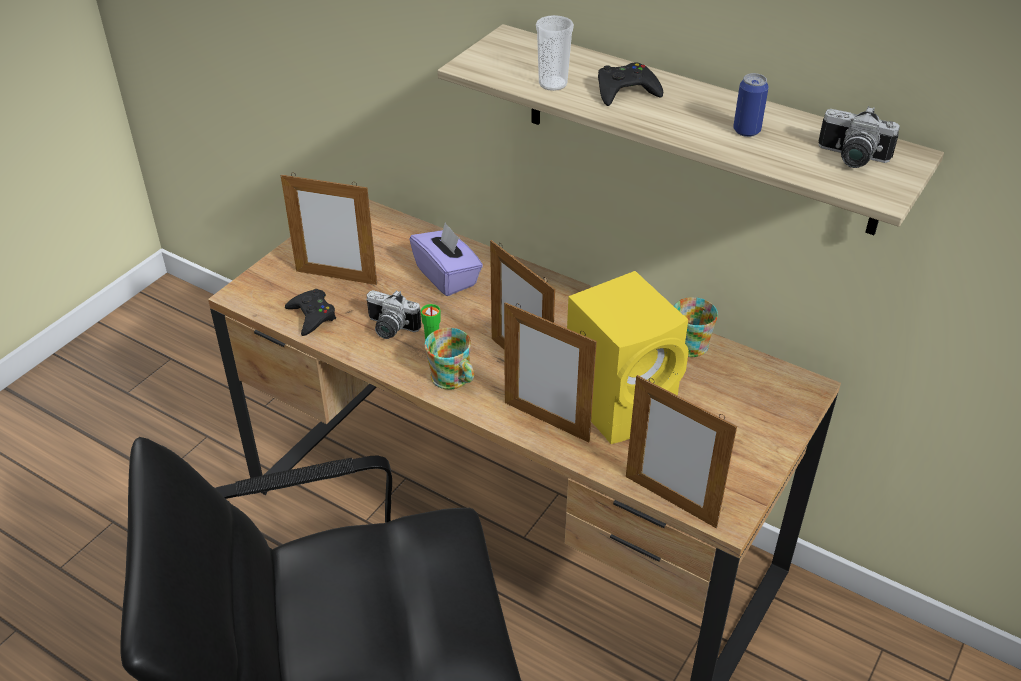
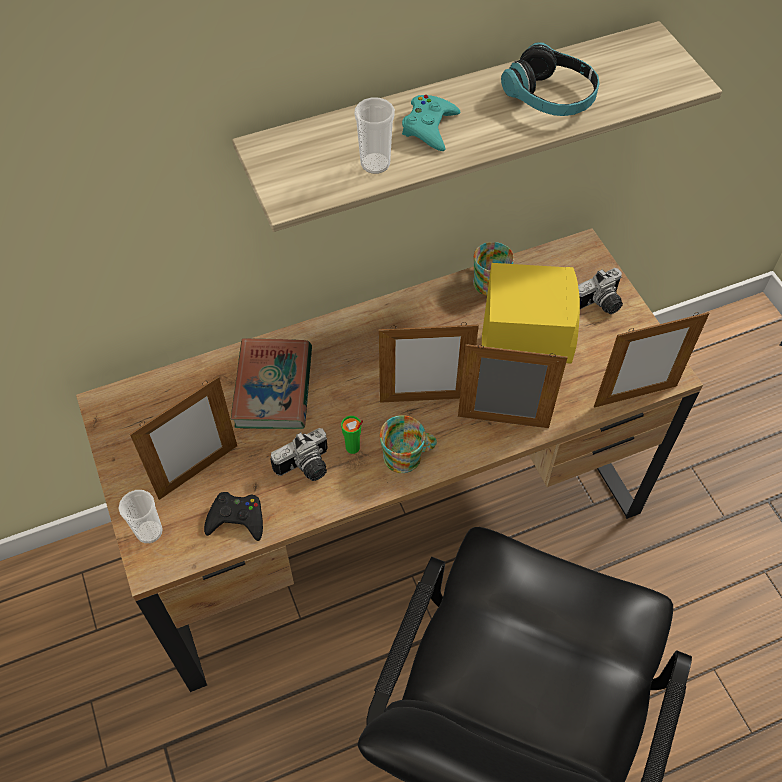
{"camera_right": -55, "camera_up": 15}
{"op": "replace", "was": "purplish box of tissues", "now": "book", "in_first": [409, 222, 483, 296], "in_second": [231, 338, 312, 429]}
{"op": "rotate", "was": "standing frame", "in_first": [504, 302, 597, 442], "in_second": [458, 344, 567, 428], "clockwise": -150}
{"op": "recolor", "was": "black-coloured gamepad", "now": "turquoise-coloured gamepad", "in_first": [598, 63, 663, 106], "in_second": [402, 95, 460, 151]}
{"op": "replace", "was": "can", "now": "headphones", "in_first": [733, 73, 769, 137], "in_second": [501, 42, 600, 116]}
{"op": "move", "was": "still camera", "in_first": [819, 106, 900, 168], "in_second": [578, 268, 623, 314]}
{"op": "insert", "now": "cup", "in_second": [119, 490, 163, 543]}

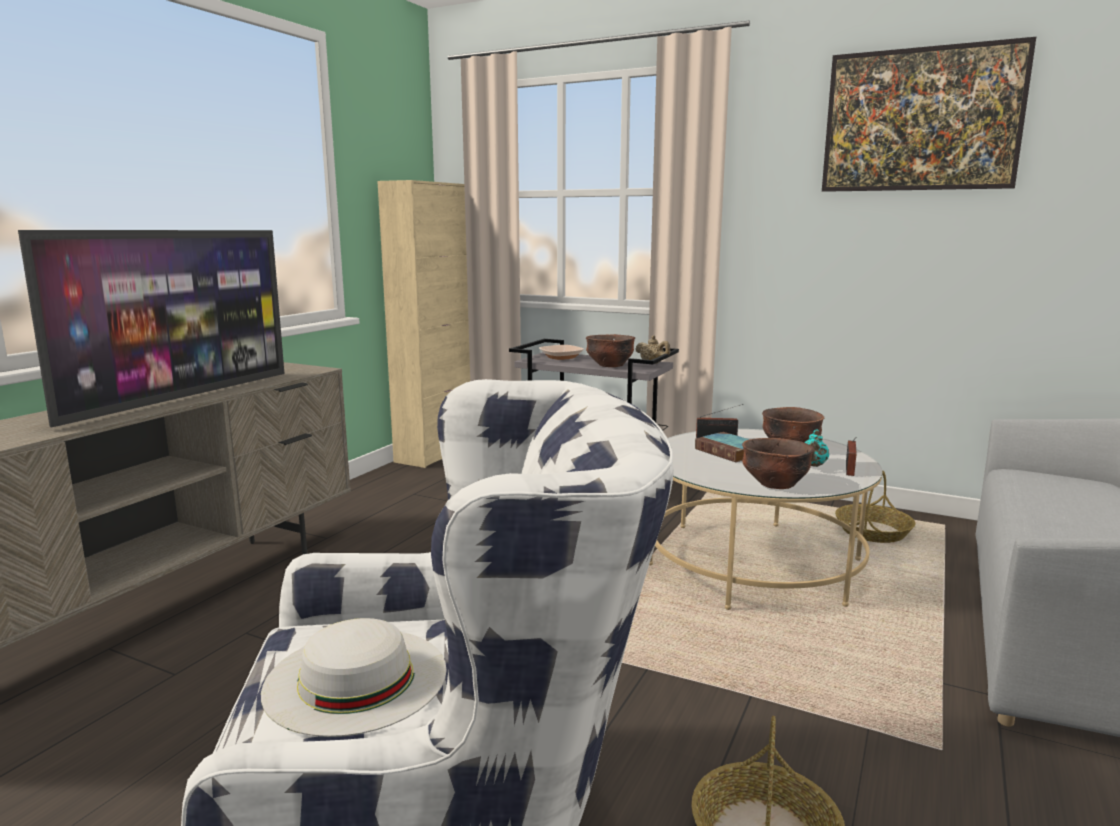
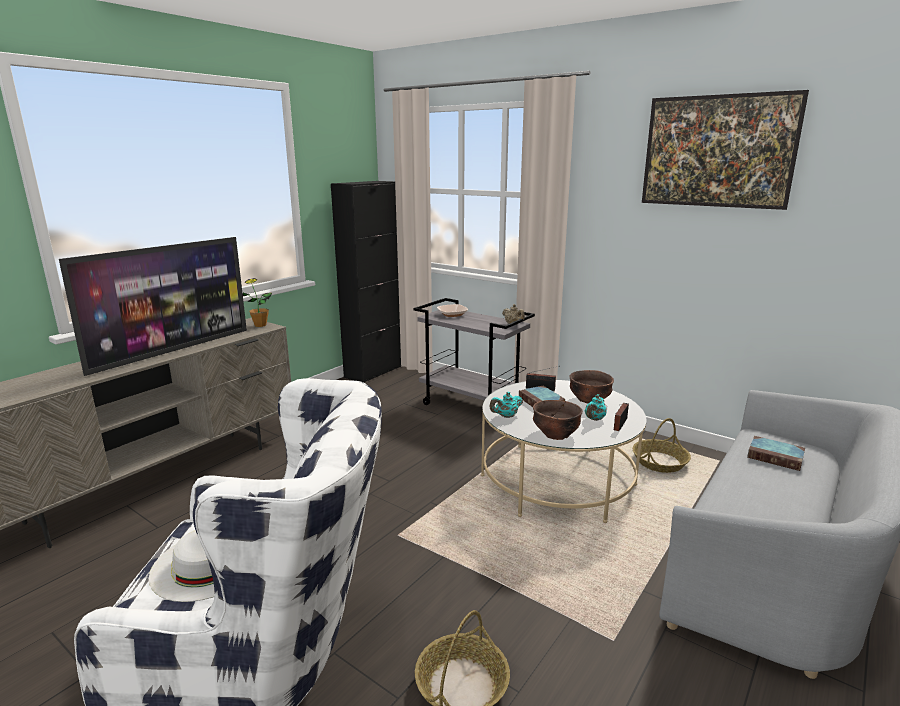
{"camera_right": 10, "camera_up": 5}
{"op": "recolor", "was": "sand-coloured cupboard", "now": "black-coloured cupboard", "in_first": [377, 180, 470, 468], "in_second": [331, 181, 401, 383]}
{"op": "delete", "was": "brown-coloured deep dish", "in_first": [586, 334, 635, 367]}
{"op": "insert", "now": "potted plant", "in_second": [243, 278, 272, 327]}
{"op": "insert", "now": "turquoise-coloured pot for tea", "in_second": [489, 392, 523, 418]}
{"op": "insert", "now": "book", "in_second": [747, 436, 805, 471]}

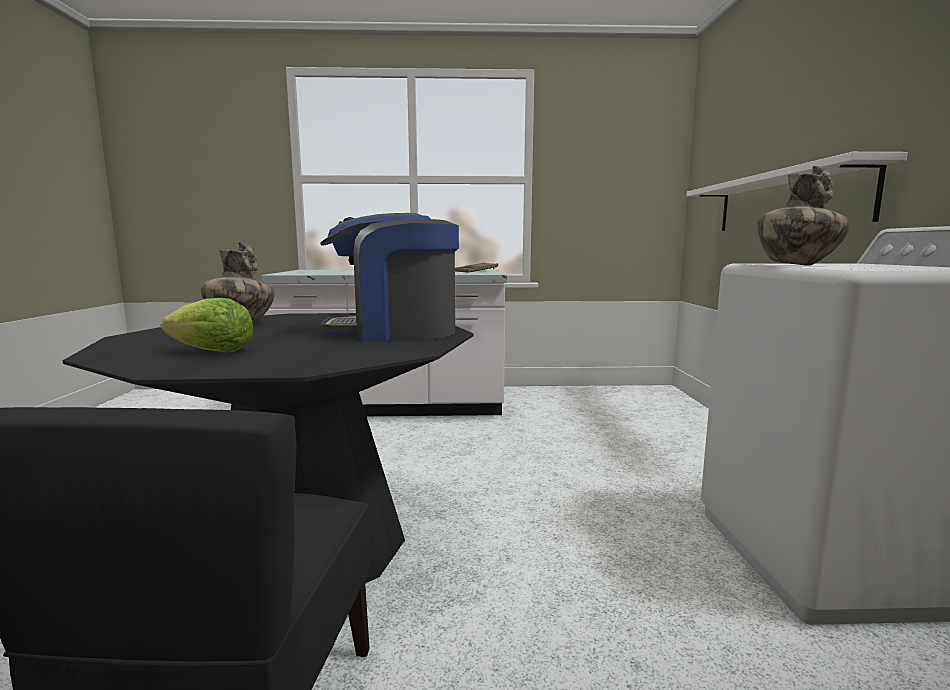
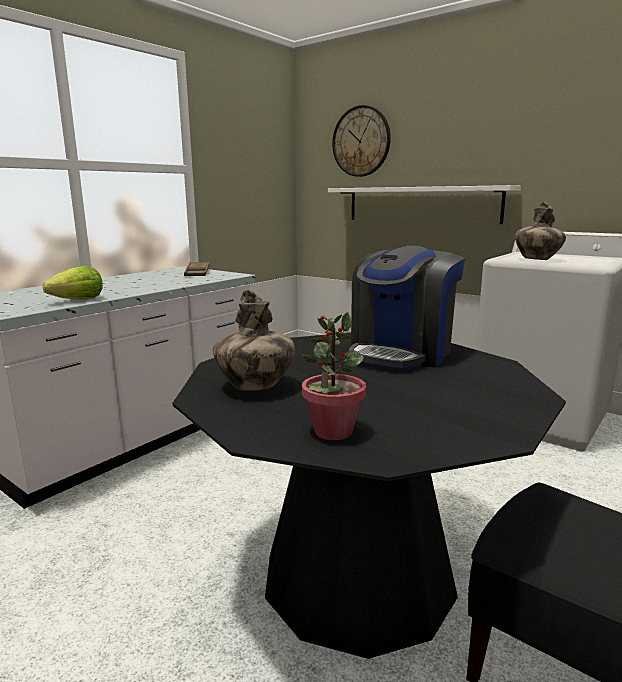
{"camera_right": -50, "camera_up": 5}
{"op": "move", "was": "head of lettuce", "in_first": [160, 298, 254, 352], "in_second": [42, 266, 103, 300]}
{"op": "insert", "now": "potted plant", "in_second": [302, 312, 366, 440]}
{"op": "insert", "now": "wall clock", "in_second": [332, 105, 391, 177]}

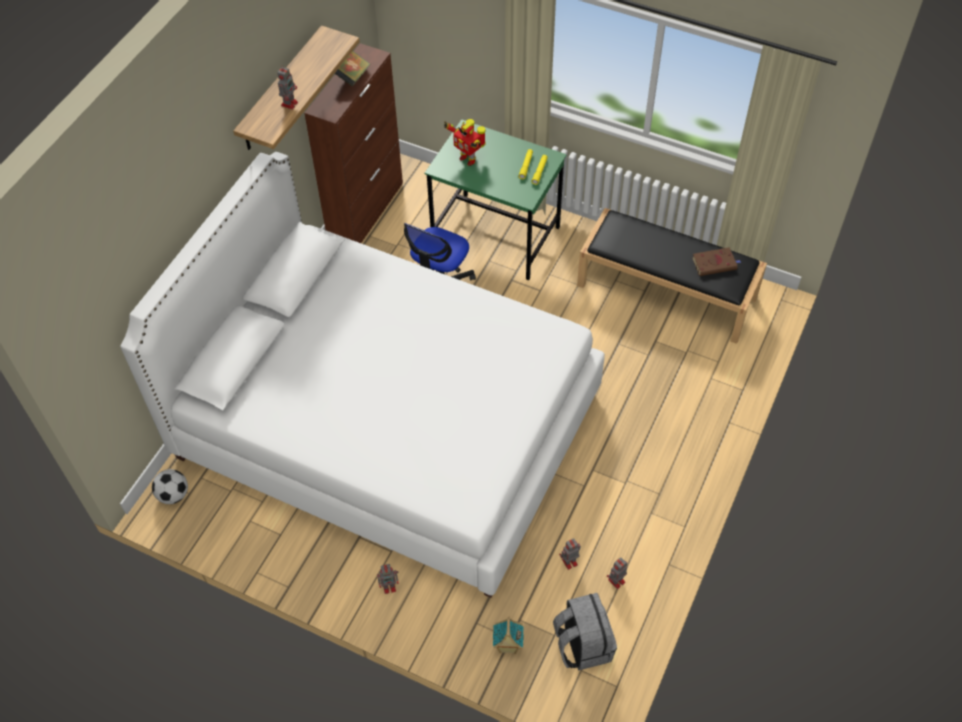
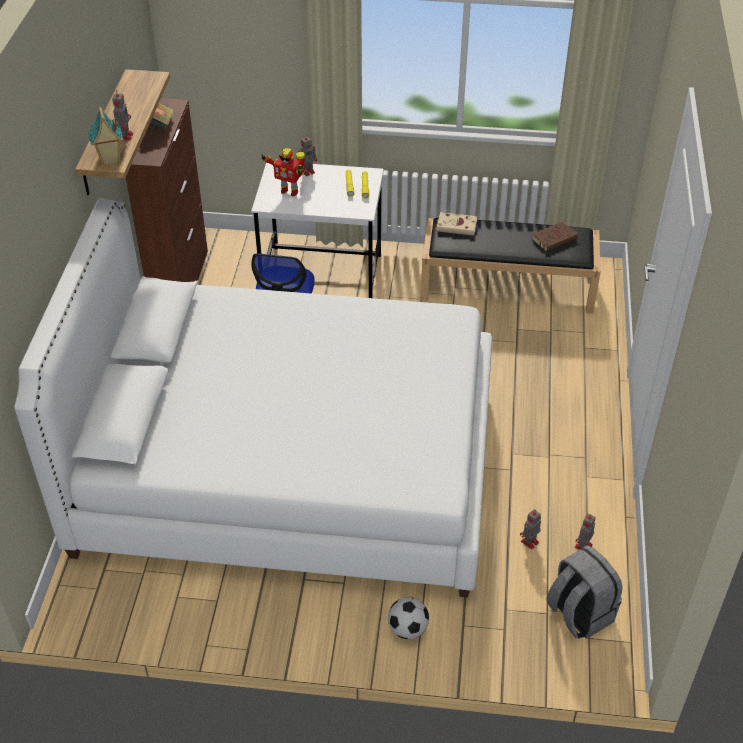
{"camera_right": -20, "camera_up": -10}
{"op": "move", "was": "football", "in_first": [152, 469, 188, 504], "in_second": [388, 597, 429, 639]}
{"op": "move", "was": "robot figure", "in_first": [377, 564, 399, 594], "in_second": [298, 135, 317, 176]}
{"op": "recolor", "was": "green desk table", "now": "whitish desk table", "in_first": [425, 119, 567, 280], "in_second": [251, 162, 383, 298]}
{"op": "move", "was": "toy house", "in_first": [493, 617, 524, 654], "in_second": [88, 107, 123, 165]}
{"op": "insert", "now": "sand-coloured book", "in_second": [436, 212, 483, 236]}

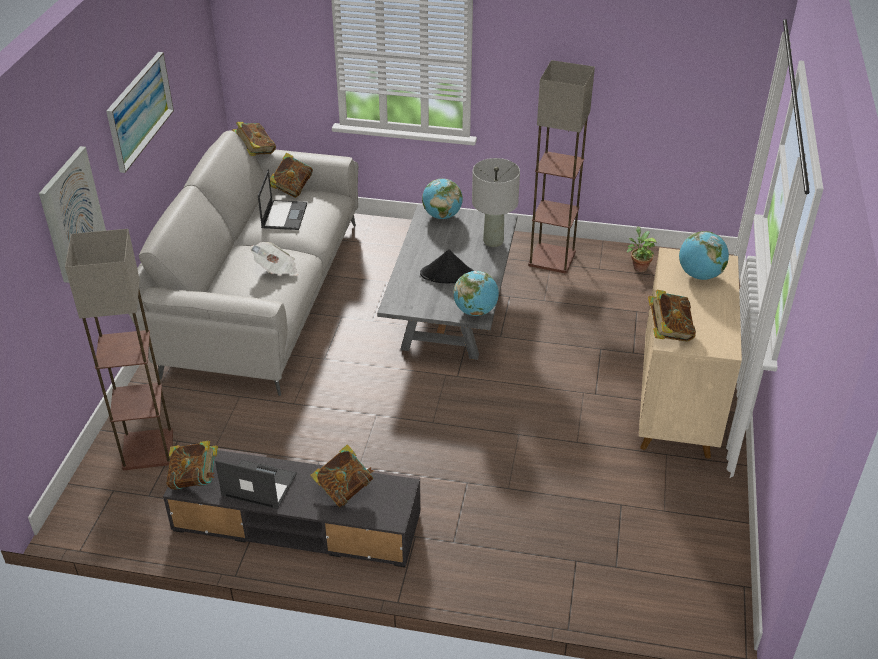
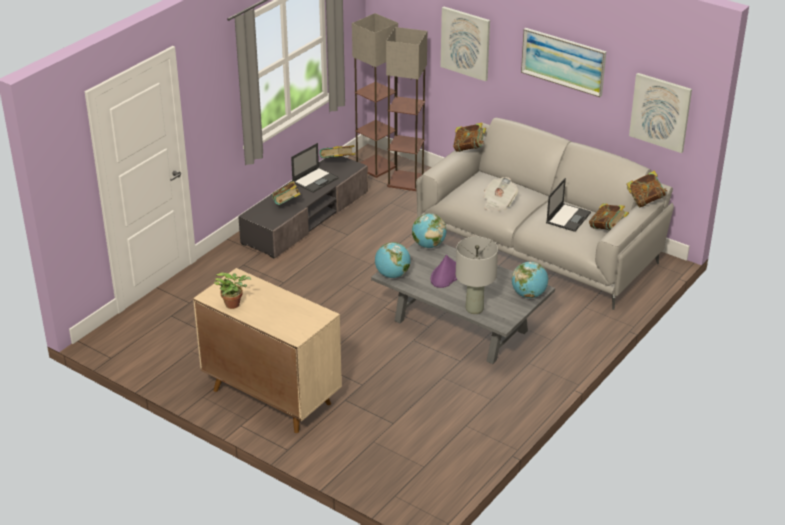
{"camera_right": 115, "camera_up": -5}
{"op": "rotate", "was": "laptop", "in_first": [258, 169, 307, 230], "in_second": [546, 178, 591, 232], "clockwise": -90}
{"op": "recolor", "was": "black-coloured wearable hat", "now": "purplish wearable hat", "in_first": [420, 249, 474, 283], "in_second": [431, 255, 457, 288]}
{"op": "move", "was": "standing lamp", "in_first": [528, 60, 595, 273], "in_second": [352, 13, 398, 178]}
{"op": "move", "was": "potted plant", "in_first": [627, 227, 657, 272], "in_second": [214, 273, 251, 309]}
{"op": "move", "was": "book", "in_first": [648, 290, 696, 342], "in_second": [453, 123, 486, 152]}
{"op": "move", "was": "desk globe", "in_first": [679, 231, 729, 280], "in_second": [412, 213, 447, 248]}
{"op": "insert", "now": "picture", "in_second": [629, 73, 692, 153]}

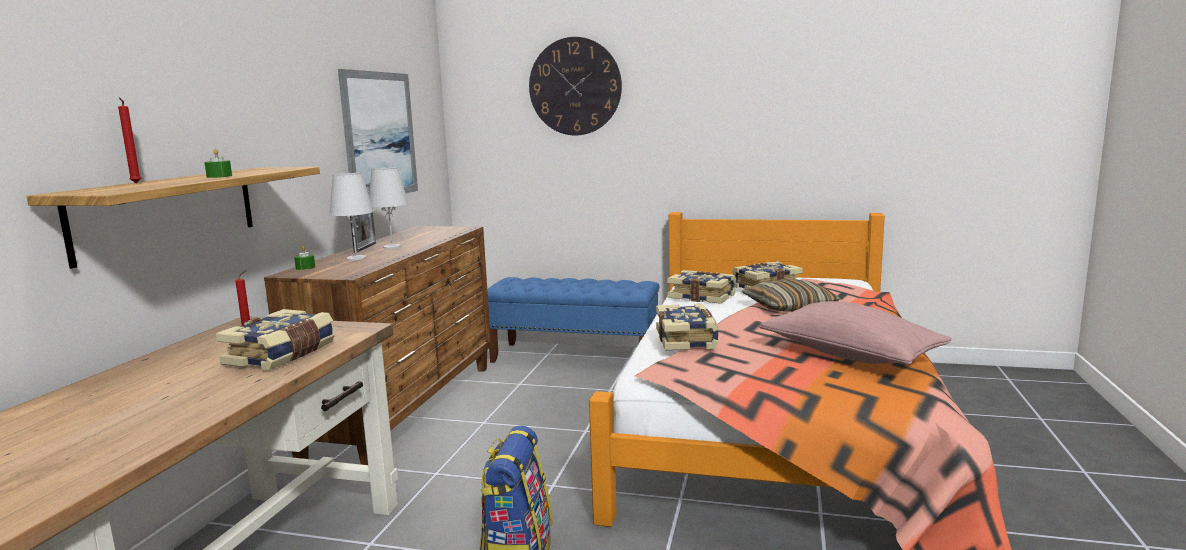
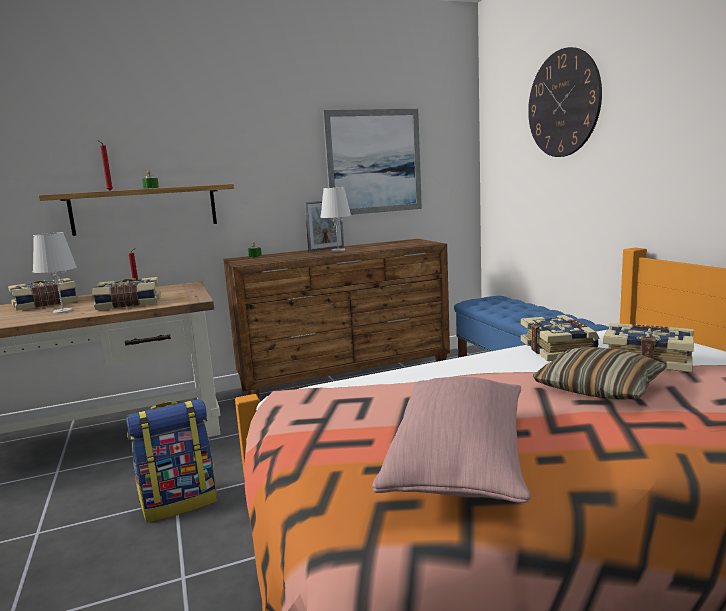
{"camera_right": 55, "camera_up": 0}
{"op": "move", "was": "whitish table lamp", "in_first": [329, 173, 374, 261], "in_second": [33, 232, 77, 314]}
{"op": "move", "was": "book", "in_first": [656, 304, 719, 350], "in_second": [8, 278, 78, 311]}

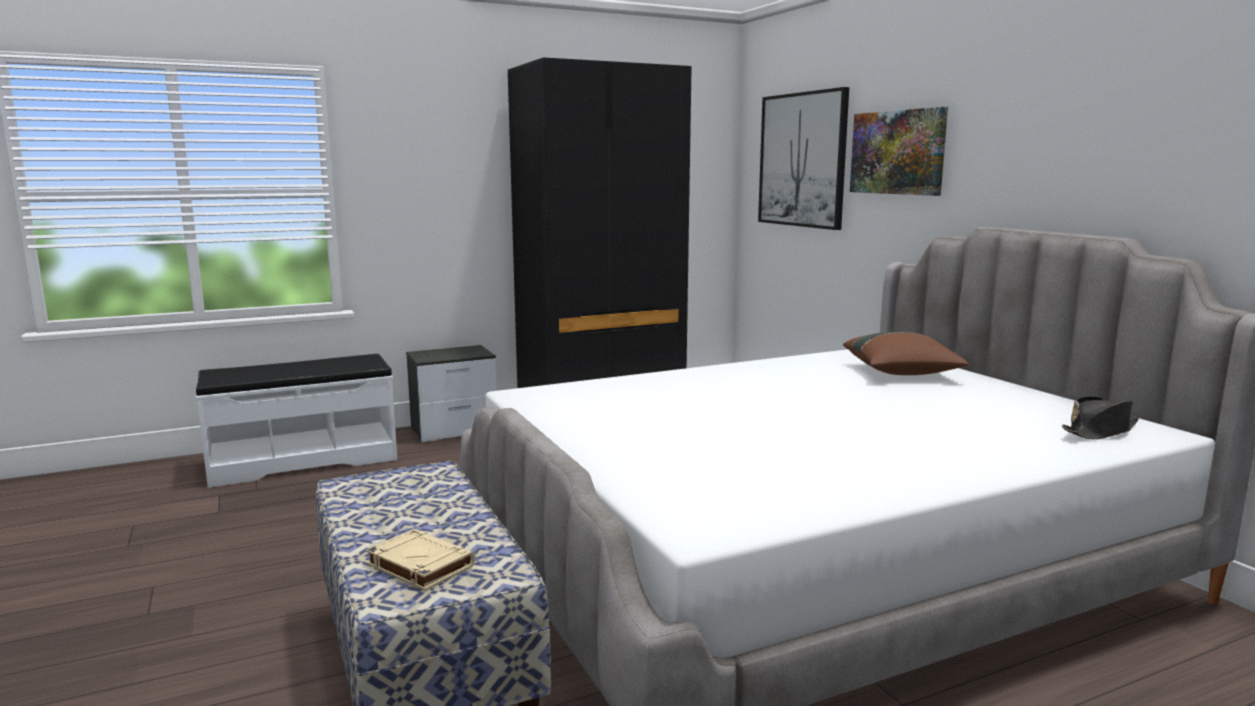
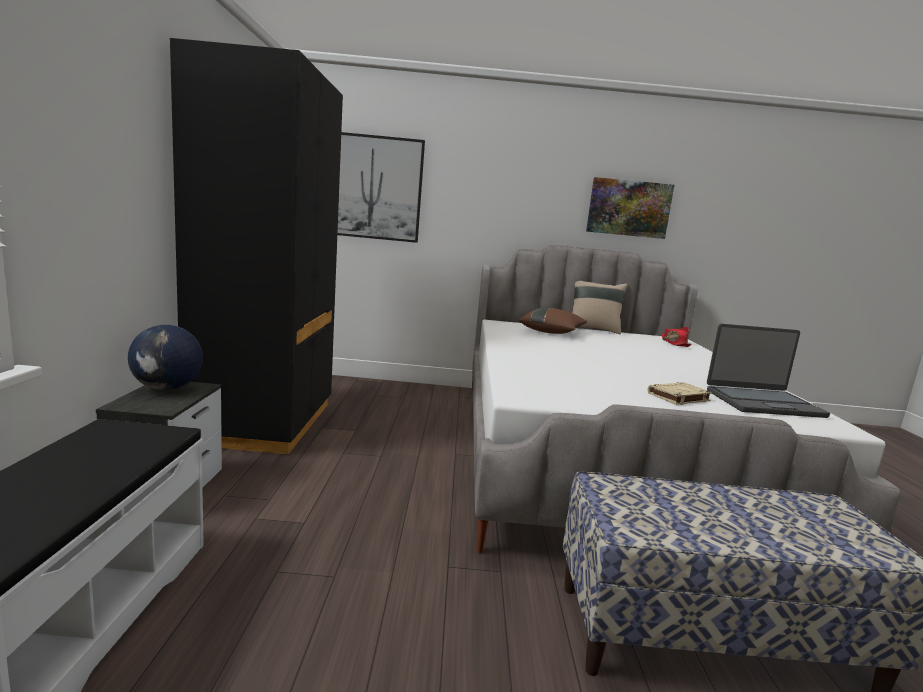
{"camera_right": -65, "camera_up": 0}
{"op": "move", "was": "sand-coloured book", "in_first": [366, 529, 475, 591], "in_second": [648, 382, 712, 405]}
{"op": "move", "was": "picture", "in_first": [850, 107, 948, 196], "in_second": [586, 177, 674, 239]}
{"op": "recolor", "was": "black-coloured wearable hat", "now": "red wearable hat", "in_first": [1062, 396, 1139, 440], "in_second": [662, 327, 691, 347]}
{"op": "insert", "now": "desk globe", "in_second": [128, 325, 203, 390]}
{"op": "insert", "now": "sand-coloured throw pillow", "in_second": [572, 281, 627, 335]}
{"op": "insert", "now": "laptop", "in_second": [707, 324, 830, 418]}

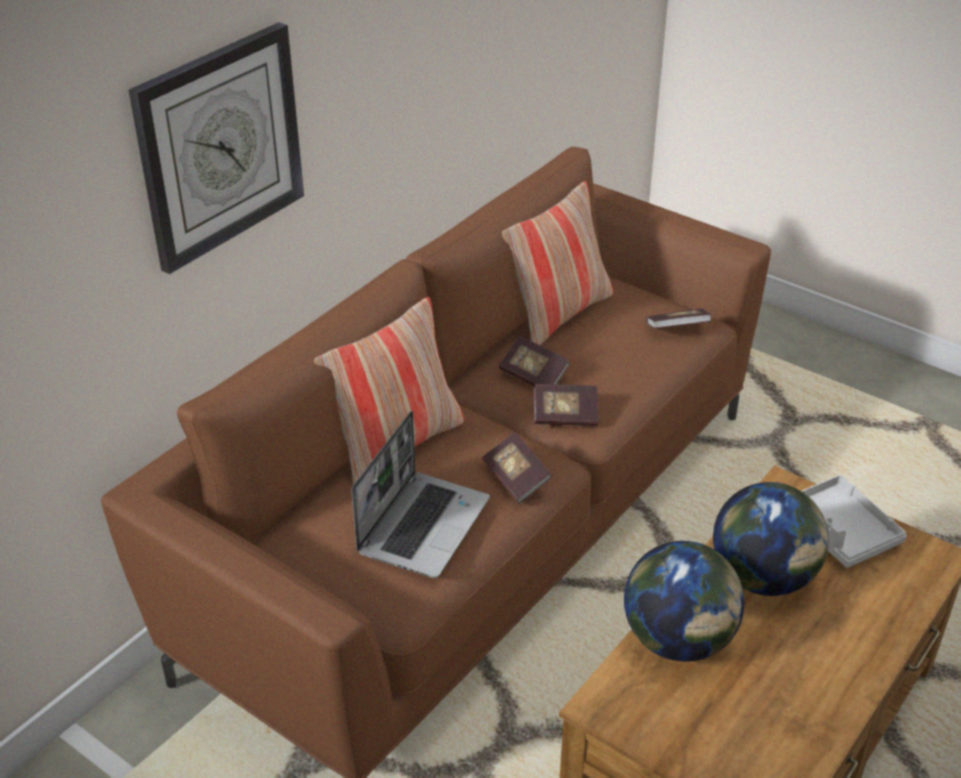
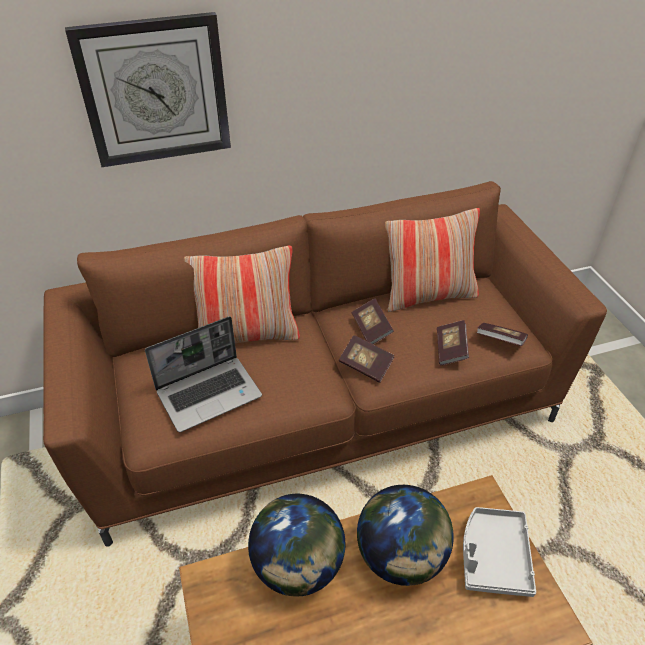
{"camera_right": 35, "camera_up": 5}
{"op": "move", "was": "book", "in_first": [482, 432, 552, 504], "in_second": [437, 320, 469, 365]}

